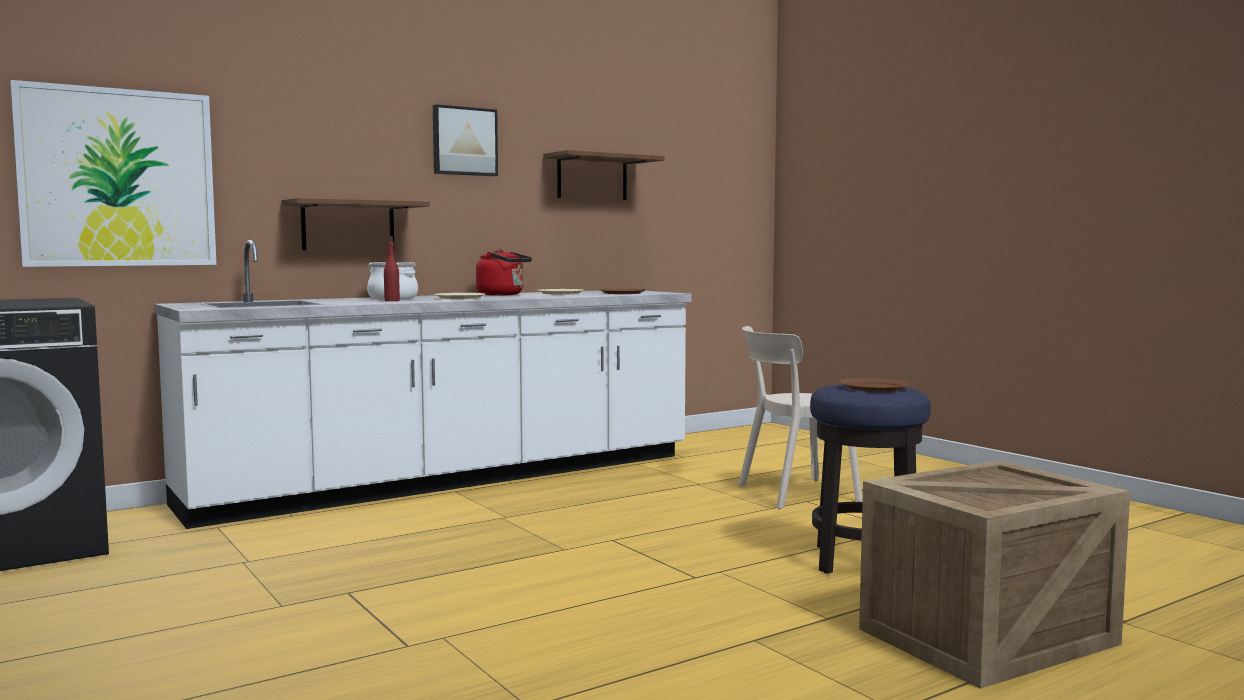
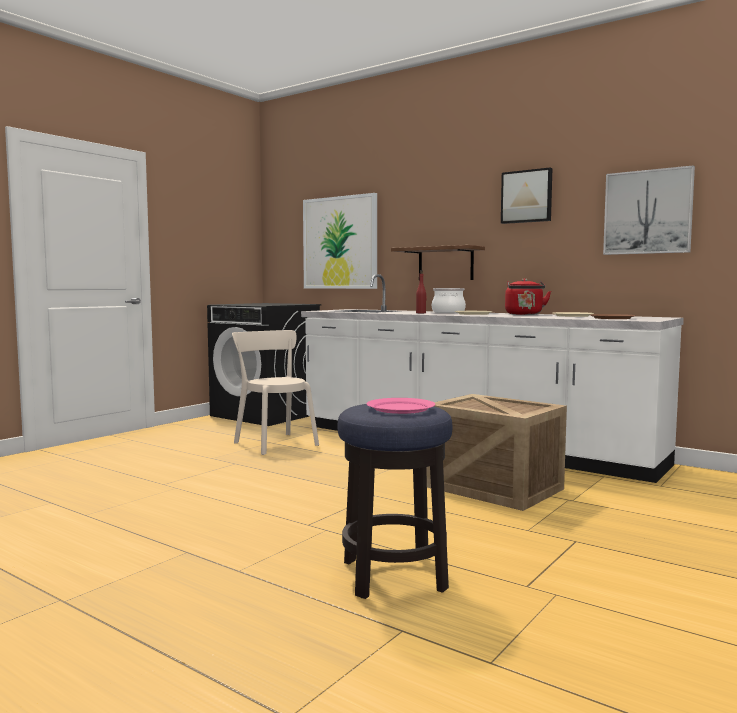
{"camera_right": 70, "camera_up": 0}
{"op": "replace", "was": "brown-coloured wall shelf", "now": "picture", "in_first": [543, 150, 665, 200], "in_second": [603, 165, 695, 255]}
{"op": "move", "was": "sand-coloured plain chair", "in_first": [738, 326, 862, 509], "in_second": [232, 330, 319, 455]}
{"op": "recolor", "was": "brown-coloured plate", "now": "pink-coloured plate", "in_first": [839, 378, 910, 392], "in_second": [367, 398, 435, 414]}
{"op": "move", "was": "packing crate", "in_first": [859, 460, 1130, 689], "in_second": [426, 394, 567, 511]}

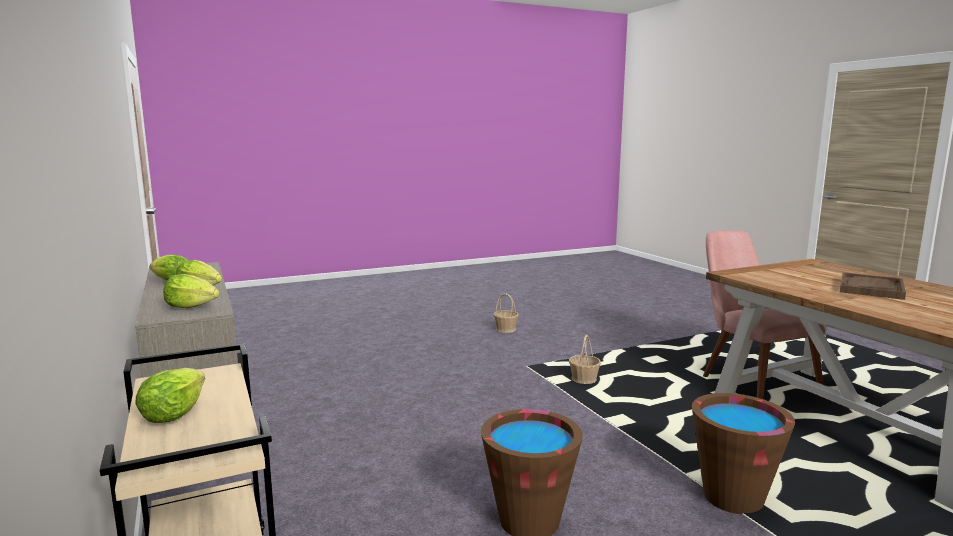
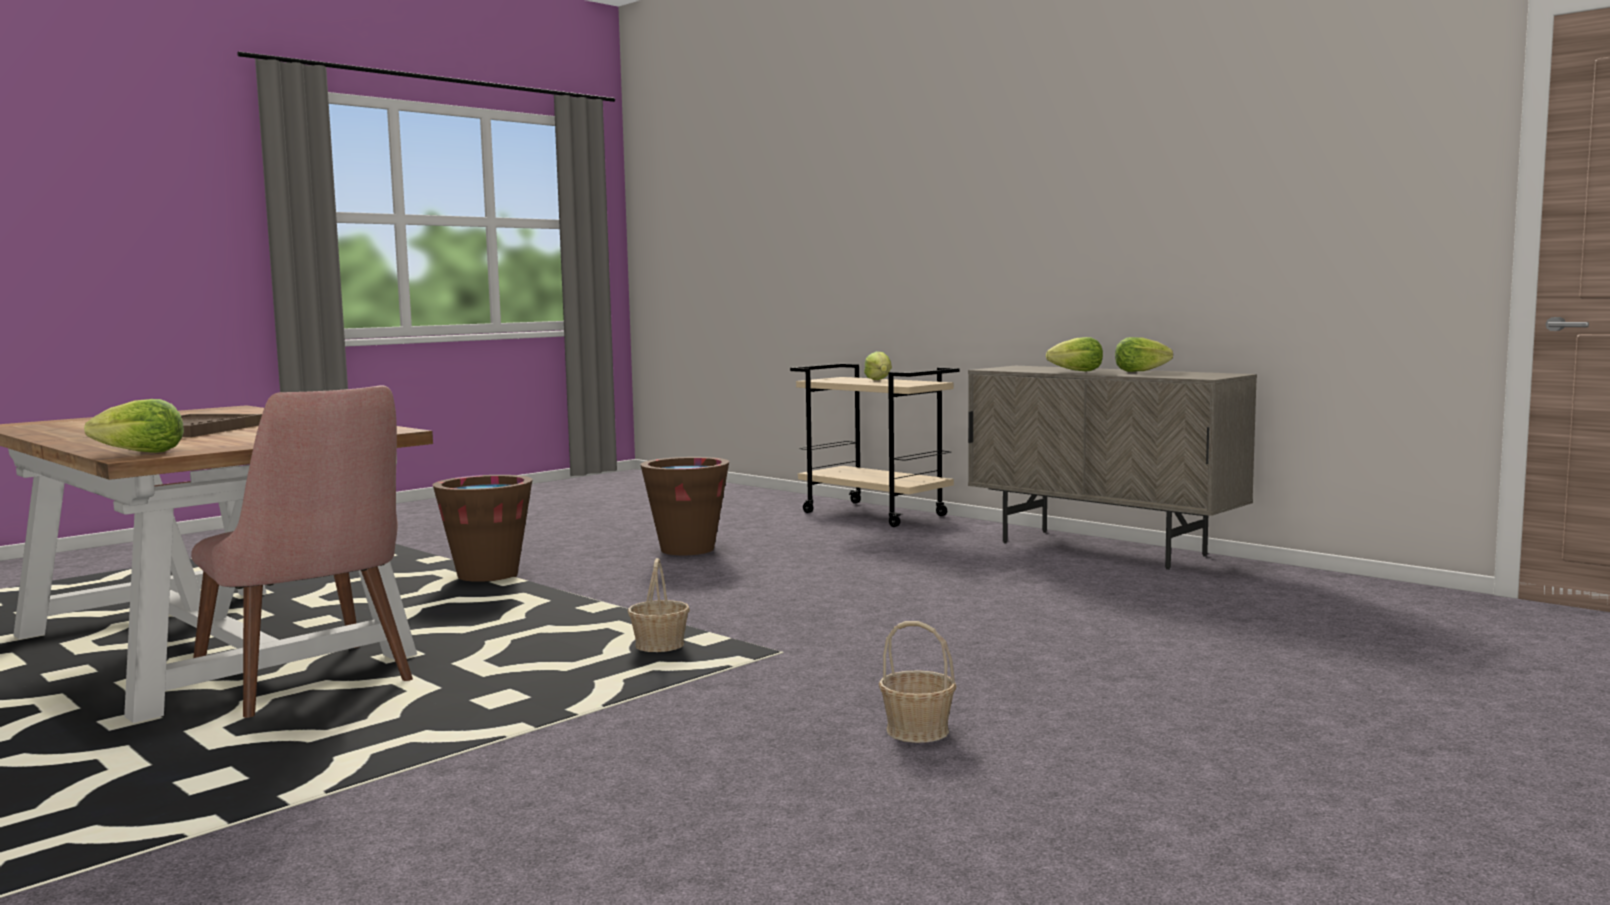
{"camera_right": 160, "camera_up": -5}
{"op": "move", "was": "head of lettuce", "in_first": [164, 274, 219, 308], "in_second": [84, 399, 184, 453]}

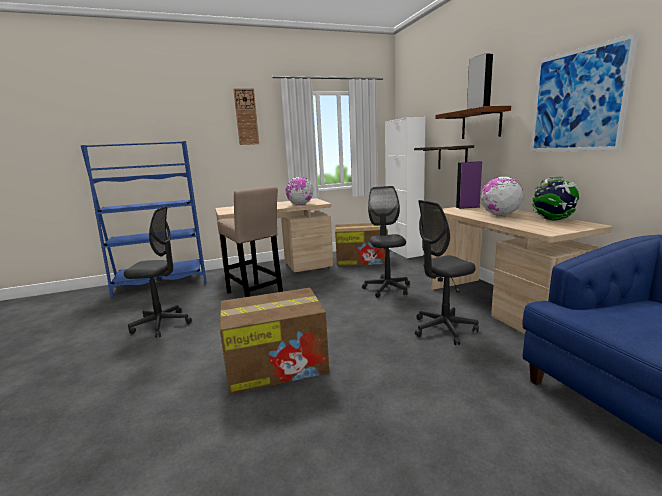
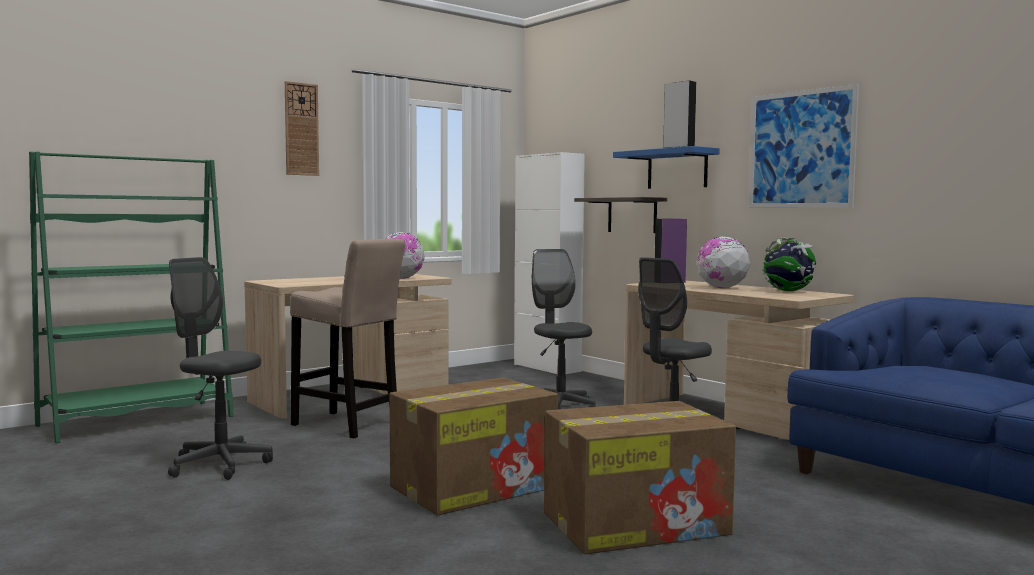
{"camera_right": -20, "camera_up": -10}
{"op": "recolor", "was": "blue-coloured bookshelf", "now": "green bookshelf", "in_first": [81, 141, 207, 299], "in_second": [29, 151, 234, 443]}
{"op": "rotate", "was": "greyish computer chair", "in_first": [124, 206, 192, 338], "in_second": [168, 257, 273, 480], "clockwise": -135}
{"op": "move", "was": "packing box", "in_first": [335, 223, 388, 266], "in_second": [544, 401, 736, 554]}
{"op": "recolor", "was": "brown-coloured wall shelf", "now": "blue-coloured wall shelf", "in_first": [435, 106, 511, 139], "in_second": [613, 146, 720, 189]}

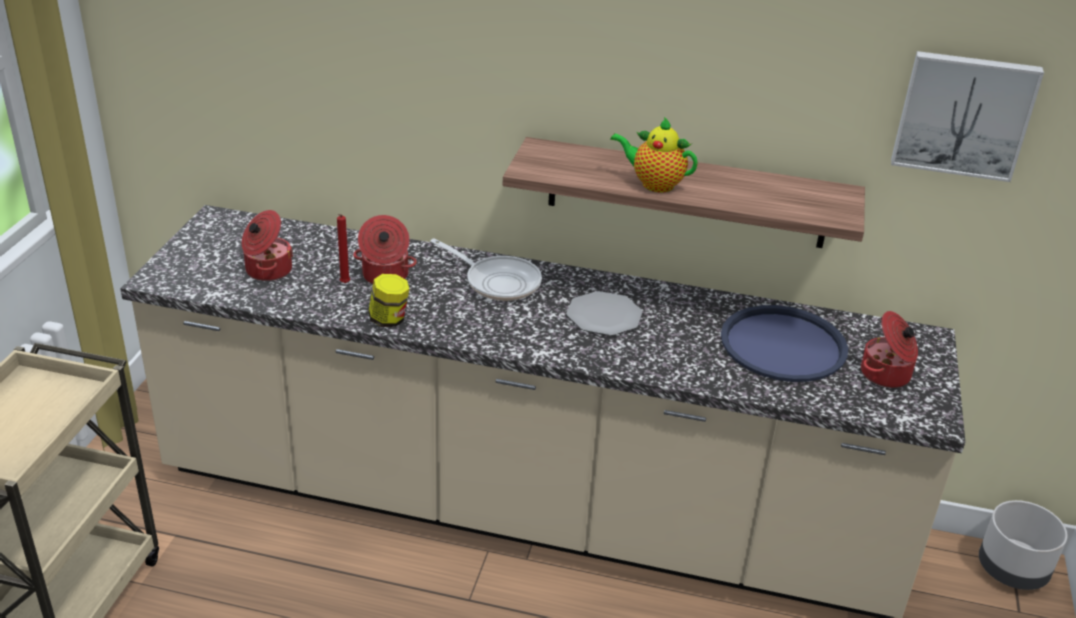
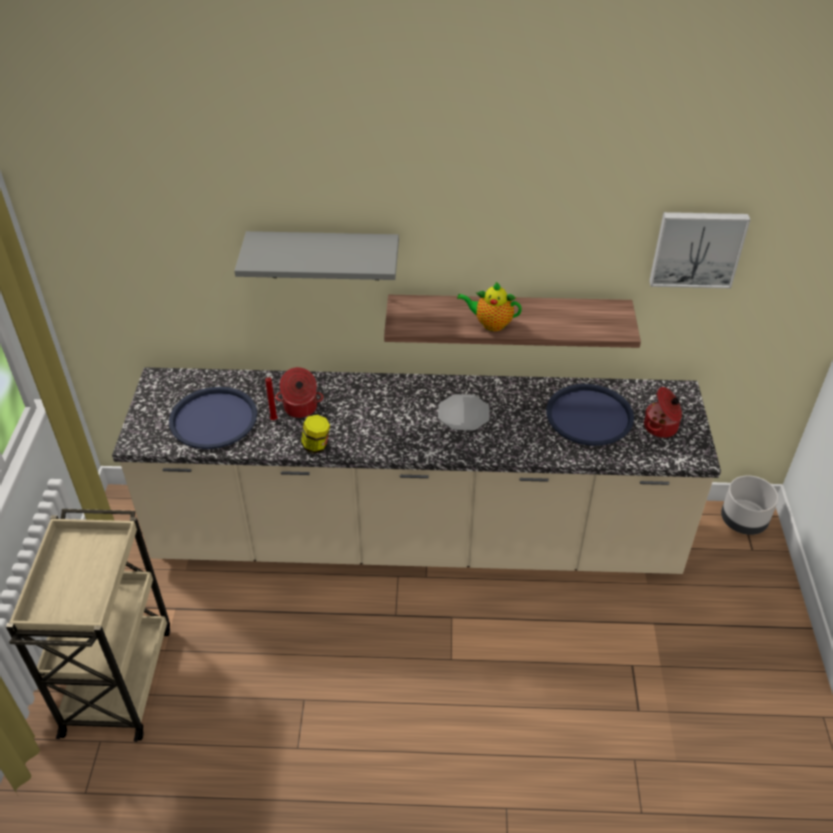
{"camera_right": -10, "camera_up": 10}
{"op": "replace", "was": "cooking pot", "now": "blue-coloured tray", "in_first": [242, 210, 293, 281], "in_second": [169, 387, 257, 449]}
{"op": "delete", "was": "frying pan", "in_first": [430, 238, 542, 301]}
{"op": "insert", "now": "greyish wall shelf", "in_second": [234, 231, 399, 280]}

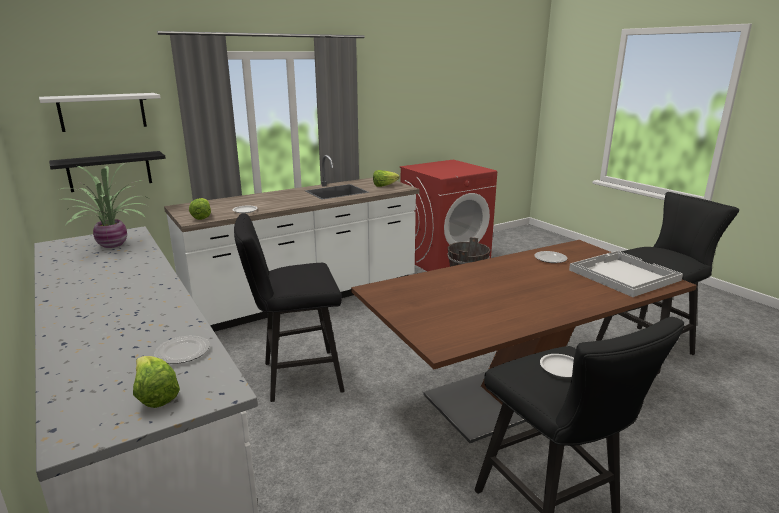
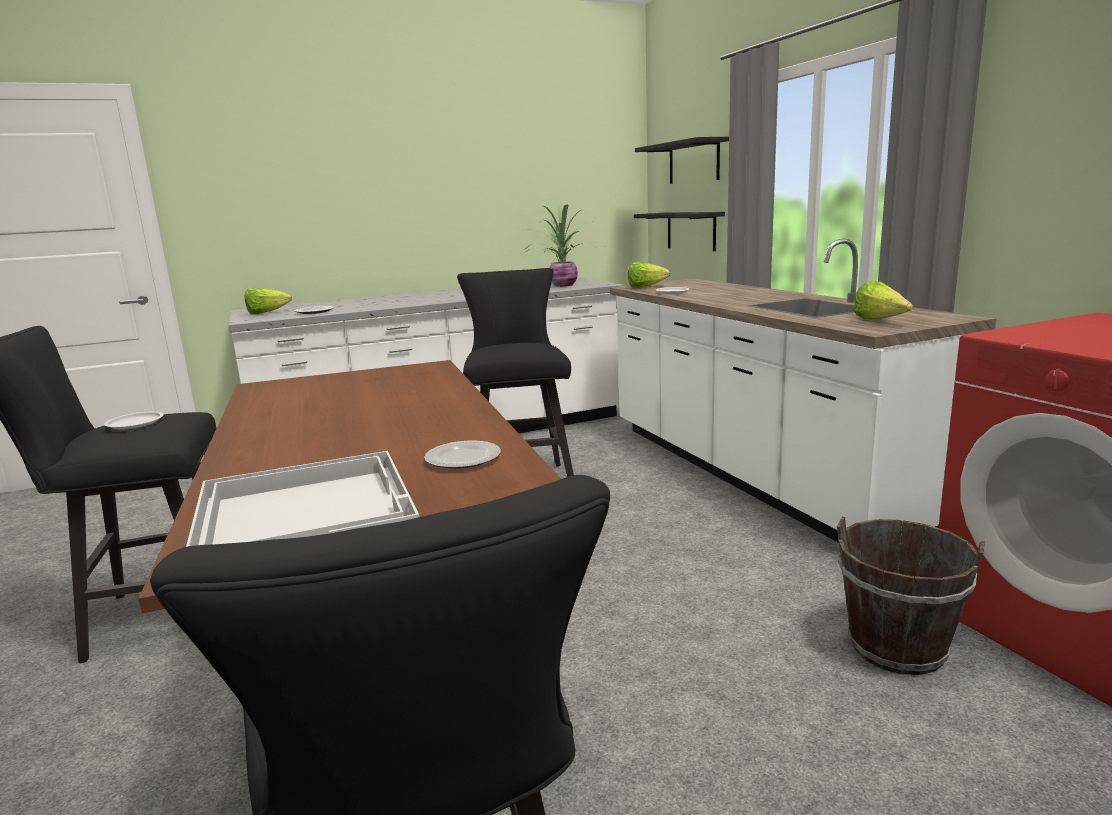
{"camera_right": 100, "camera_up": -5}
{"op": "recolor", "was": "whitish wall shelf", "now": "black-coloured wall shelf", "in_first": [39, 93, 160, 132], "in_second": [635, 137, 729, 184]}

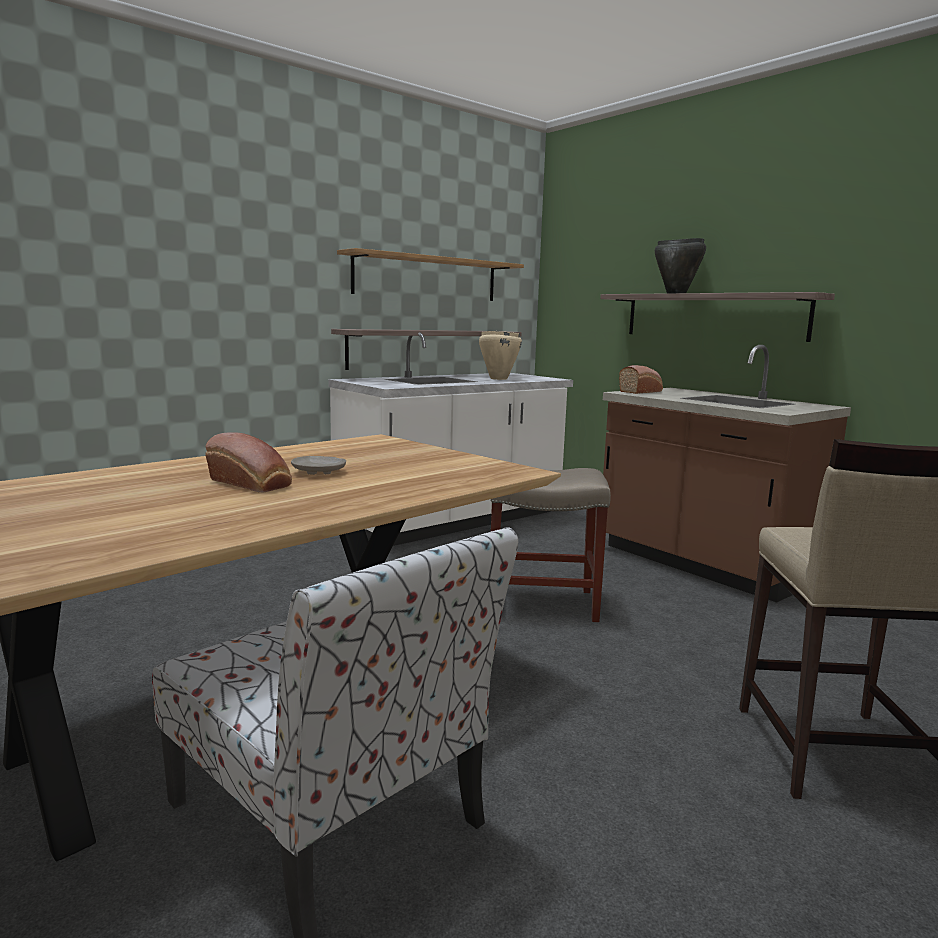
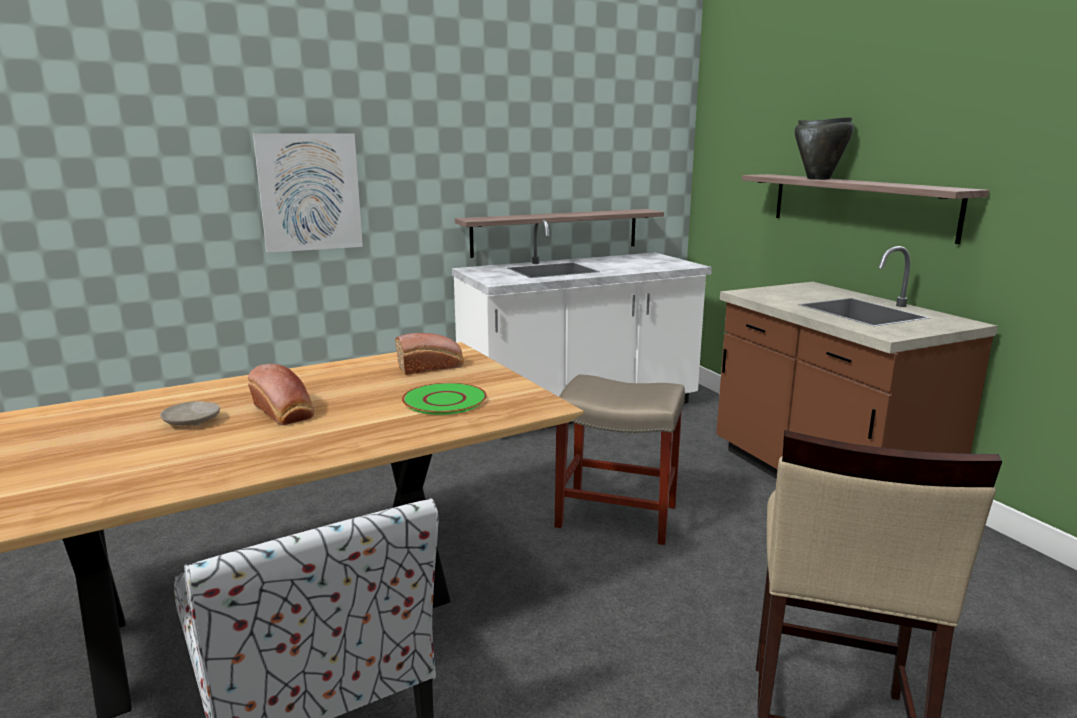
{"camera_right": 15, "camera_up": 5}
{"op": "move", "was": "sand-coloured plate", "in_first": [291, 456, 346, 475], "in_second": [160, 401, 220, 426]}
{"op": "delete", "was": "wall shelf", "in_first": [337, 248, 524, 301]}
{"op": "delete", "was": "sand-coloured cooking pot", "in_first": [479, 331, 522, 380]}
{"op": "move", "was": "bread", "in_first": [619, 365, 663, 394], "in_second": [395, 333, 464, 375]}
{"op": "insert", "now": "picture", "in_second": [253, 133, 363, 253]}
{"op": "insert", "now": "green plate", "in_second": [402, 383, 487, 415]}

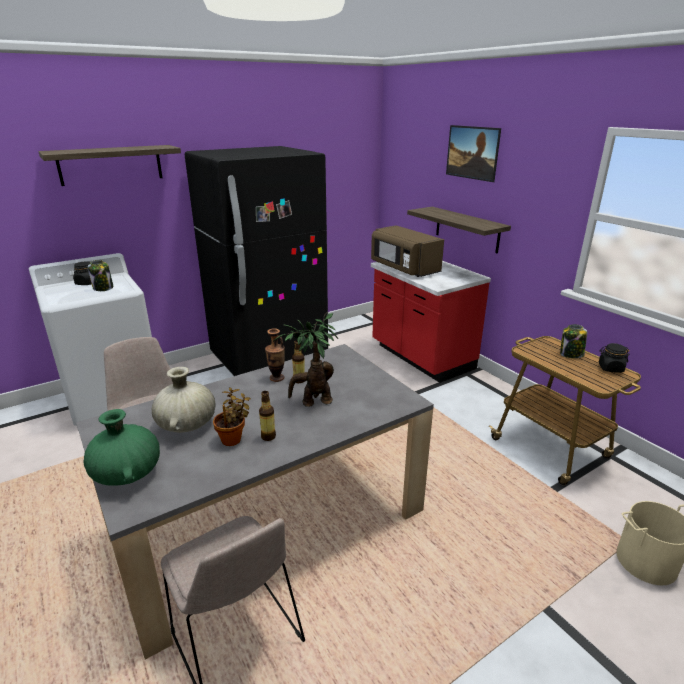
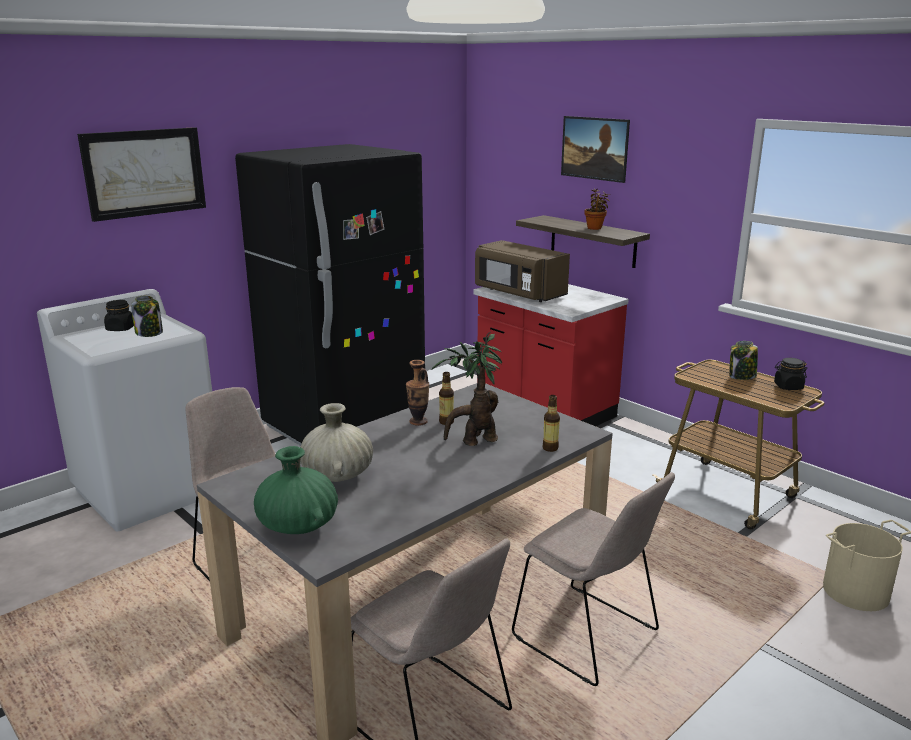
{"camera_right": -10, "camera_up": -5}
{"op": "replace", "was": "wall shelf", "now": "picture", "in_first": [38, 145, 181, 186], "in_second": [77, 127, 206, 222]}
{"op": "move", "was": "potted plant", "in_first": [213, 387, 251, 446], "in_second": [585, 189, 610, 230]}
{"op": "move", "was": "drink bottle", "in_first": [259, 391, 276, 441], "in_second": [543, 395, 560, 452]}
{"op": "insert", "now": "sand-coloured plain chair", "in_second": [512, 472, 675, 686]}

